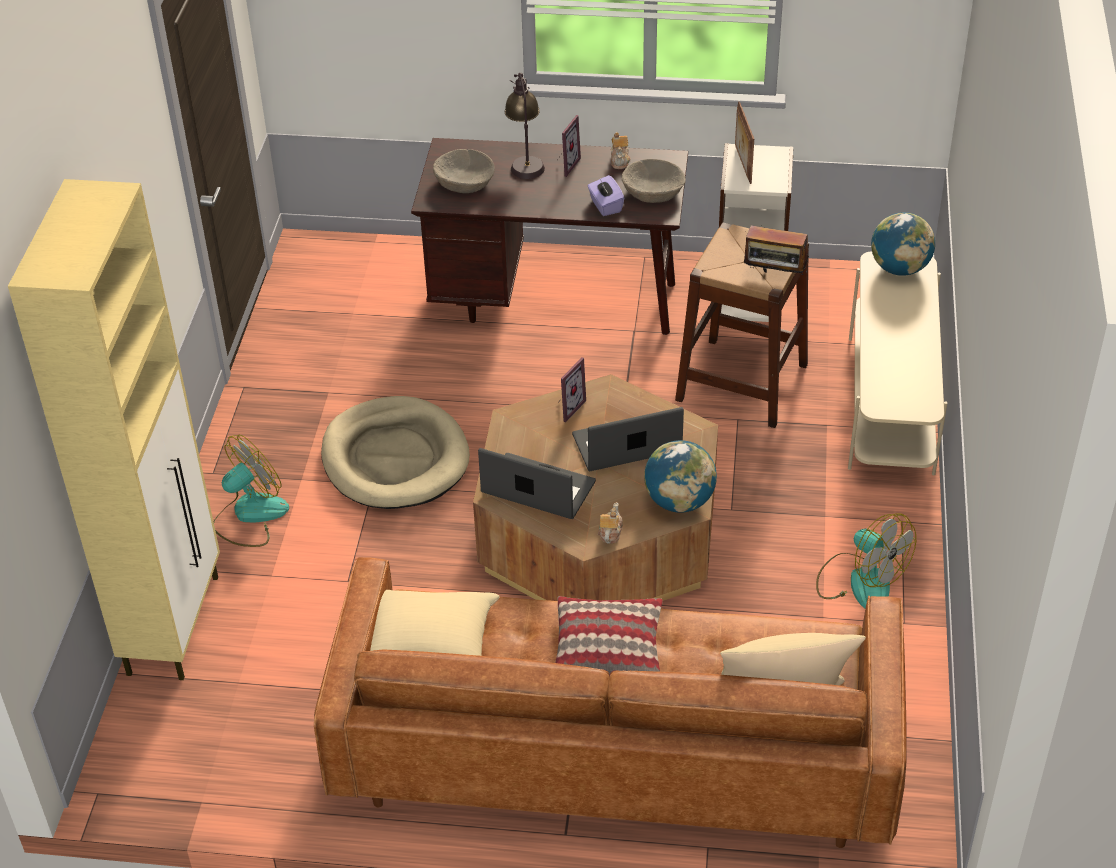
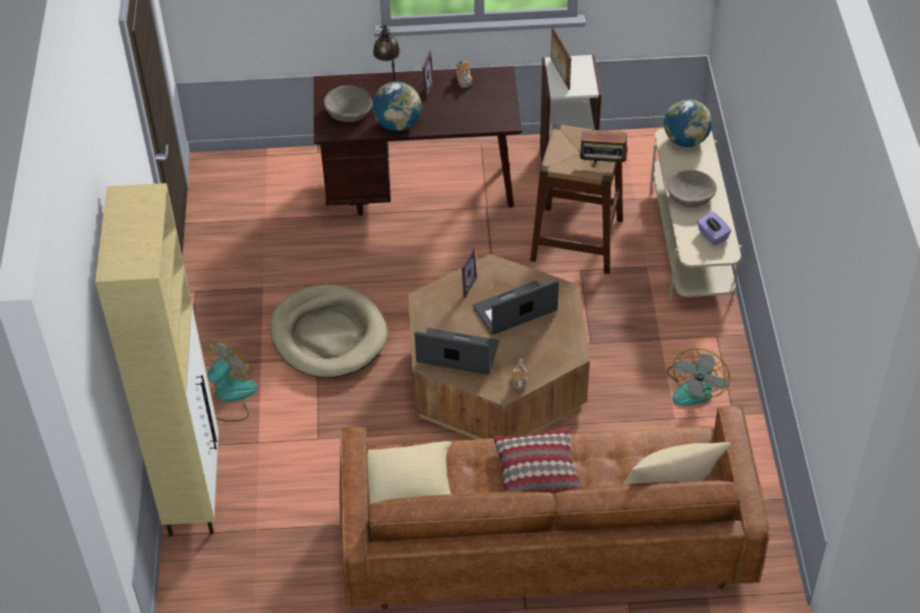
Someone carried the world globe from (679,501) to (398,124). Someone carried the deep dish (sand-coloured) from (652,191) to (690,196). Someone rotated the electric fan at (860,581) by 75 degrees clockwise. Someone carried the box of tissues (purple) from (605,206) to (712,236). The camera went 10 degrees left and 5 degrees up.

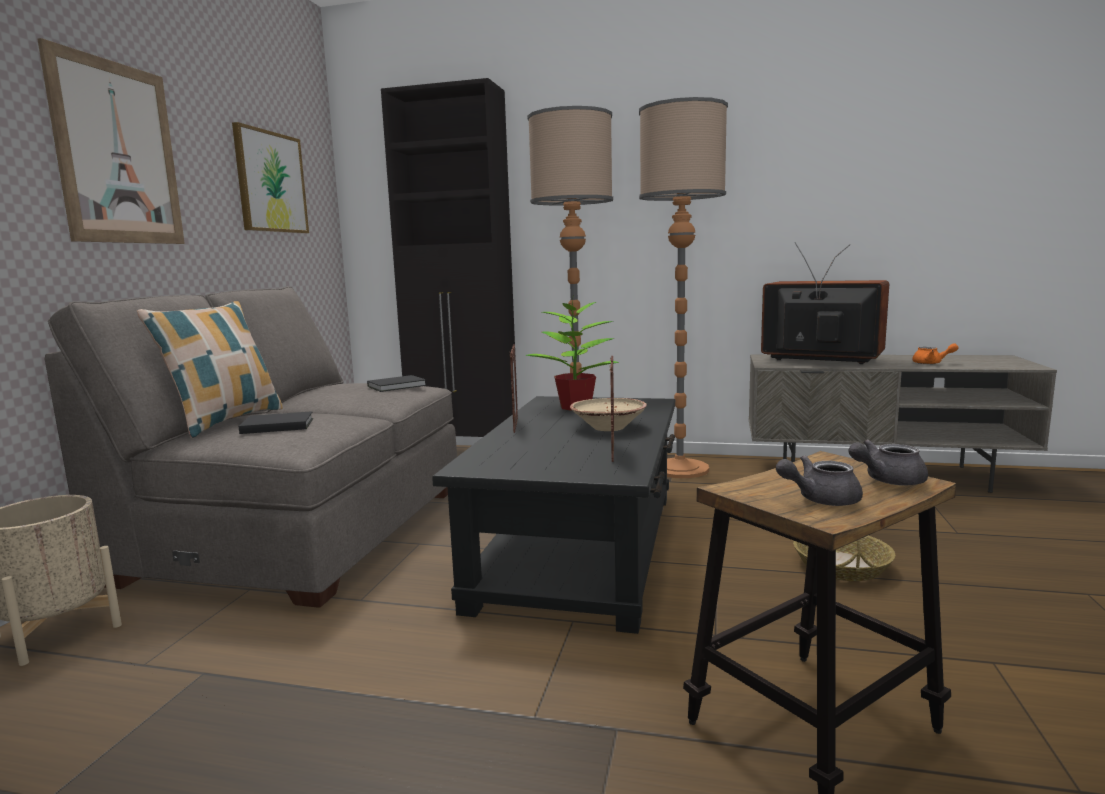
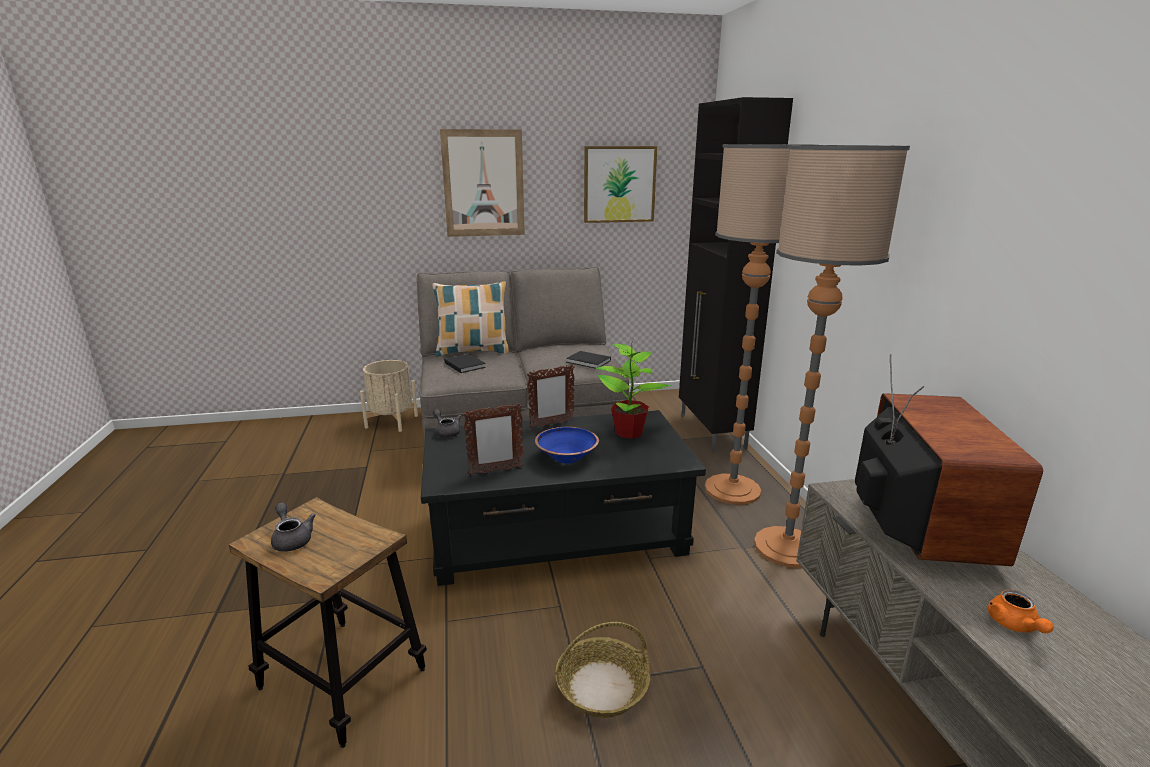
Someone carried the pot for tea (gray) from (886,480) to (446,432). Someone repainted the deep dish (sand-coloured) at (608,428), which became the deep dish (bluish) at (566,457). The camera went 65 degrees right and 10 degrees up.

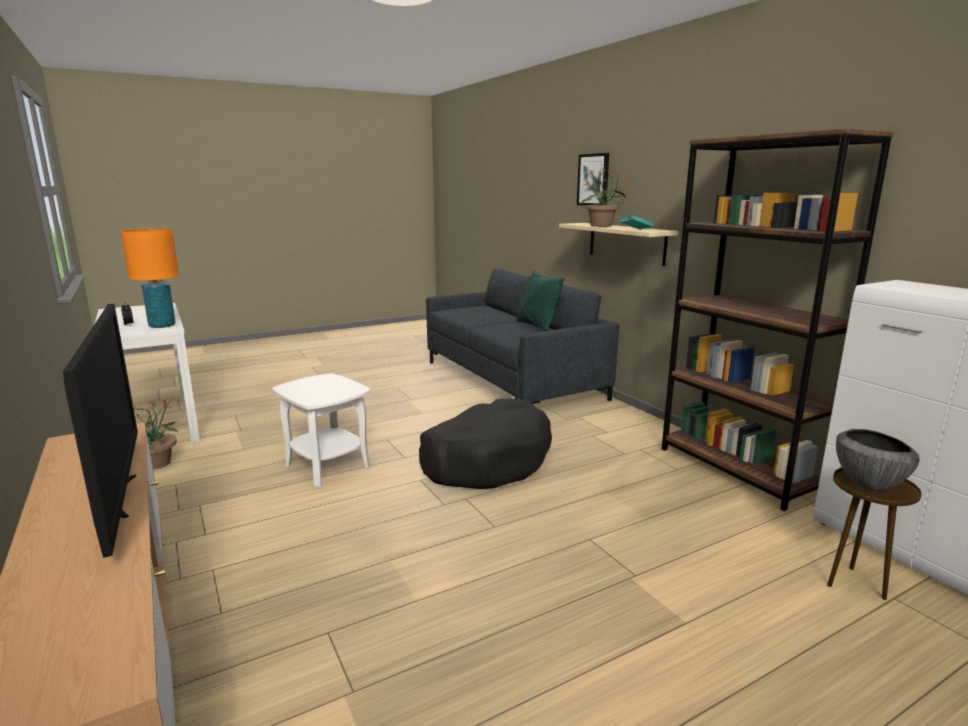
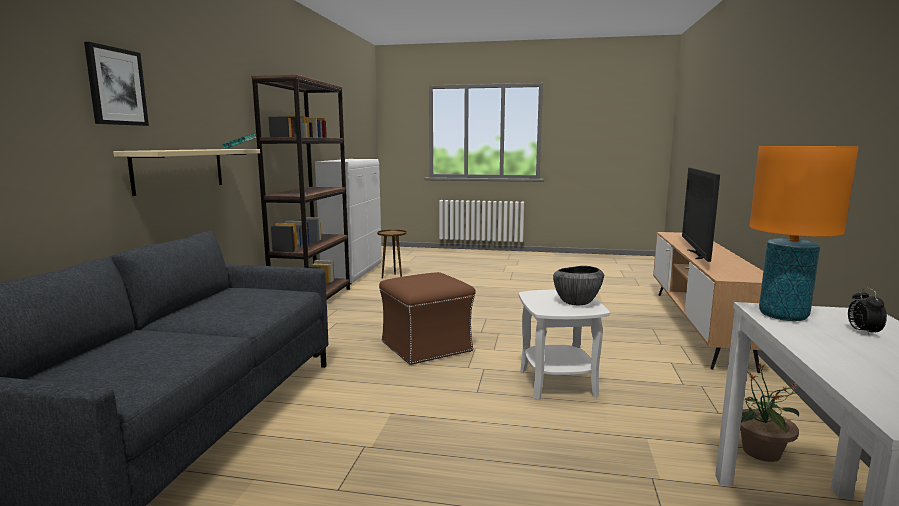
Someone swapped the dog bed (black) at (486,460) for the pouffe (brownish) at (427,346). Someone carried the deep dish from (870,484) to (576,302). Someone took away the cushion (green) at (537,326). Someone took away the potted plant at (601,226). The camera went 140 degrees left and 5 degrees down.

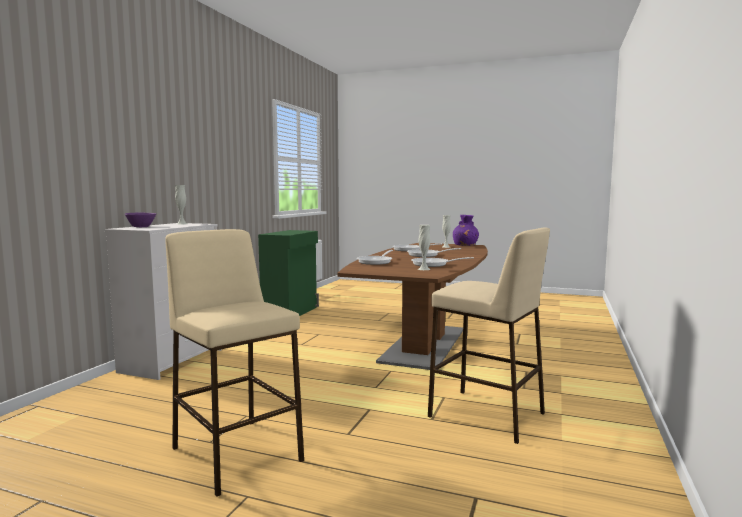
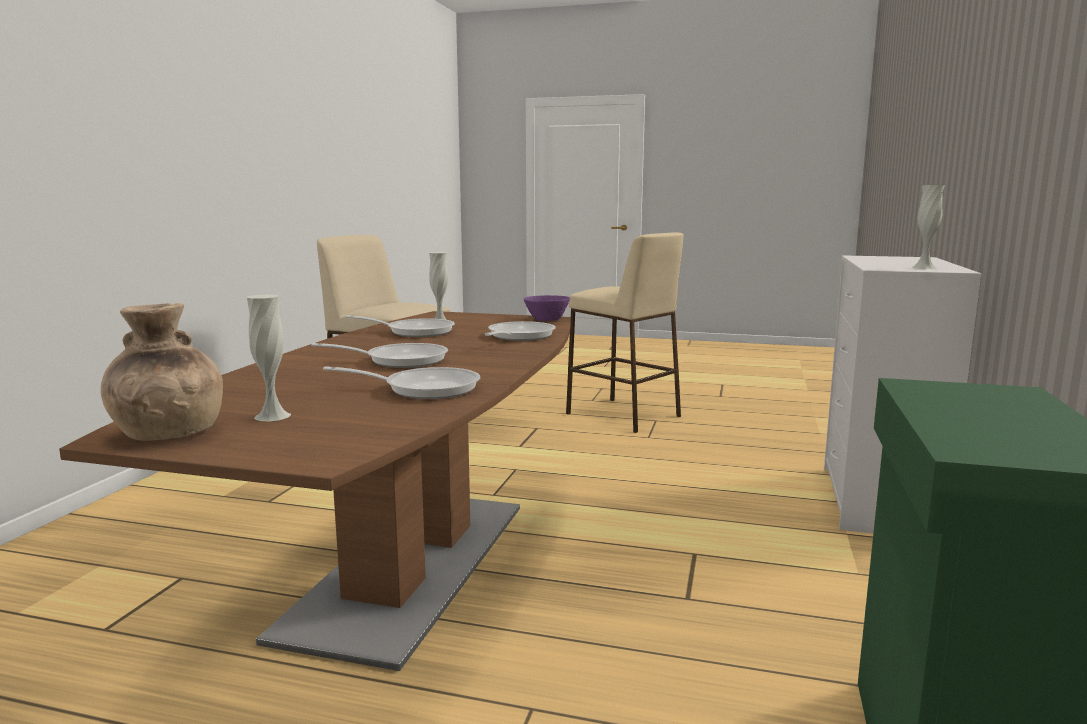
Someone repainted the vase (purple) at (465,245), which became the vase (brownish) at (167,433). Someone carried the deep dish (purple) from (140,227) to (546,319). The camera went 175 degrees right and 5 degrees up.

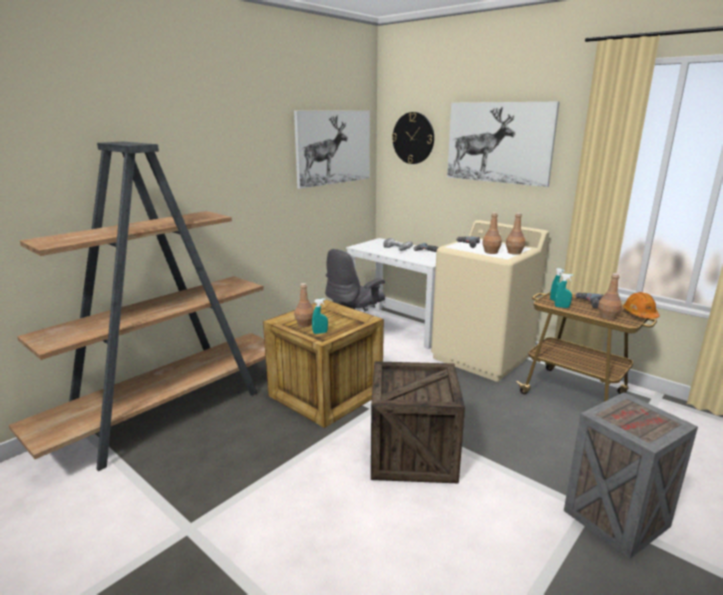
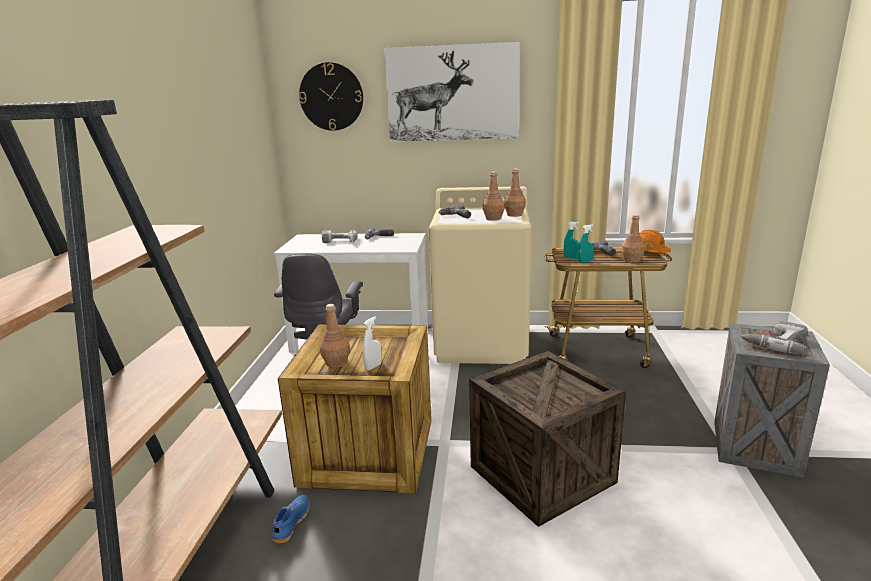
Someone put down the item of footwear (bluish) at (290,523). Someone repainted the sprayer (blue-green) at (320,333), which became the sprayer (whitish) at (373,367). Someone put down the power drill at (774,342). Someone took away the wall picture at (333,147). The camera went 35 degrees left and 0 degrees up.

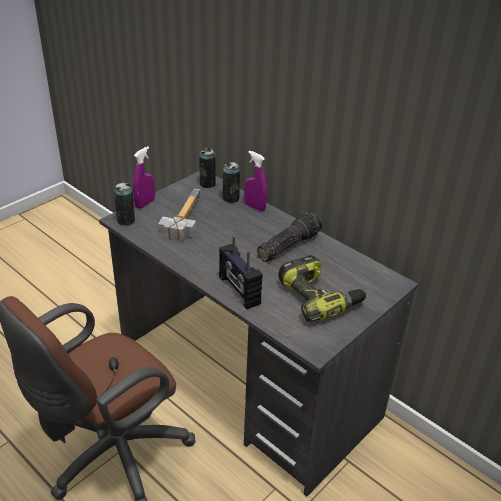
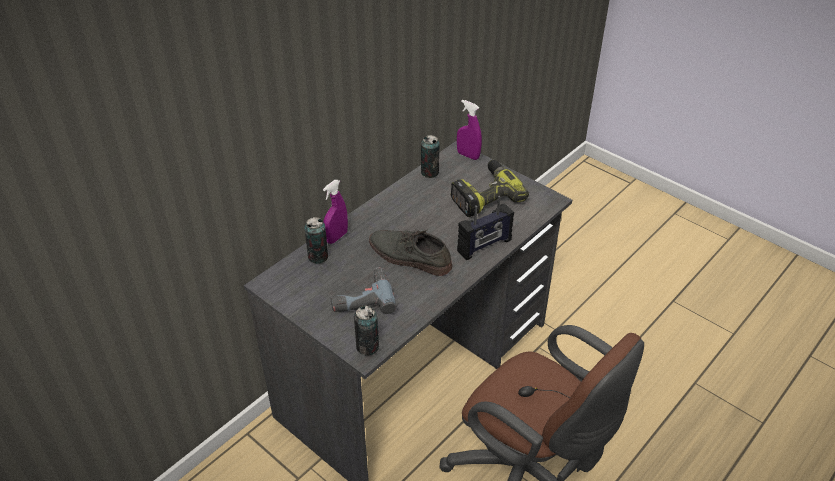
Someone swapped the tool hammer at (180,218) for the power drill at (361,297). Someone put down the item of footwear (gray) at (409,256). Someone carried the metal can from (207,184) to (429,172). Someone carried the sprayer (purple) from (145,203) to (468,155). Someone took away the hand torch at (287,245). The camera went 90 degrees left and 5 degrees up.

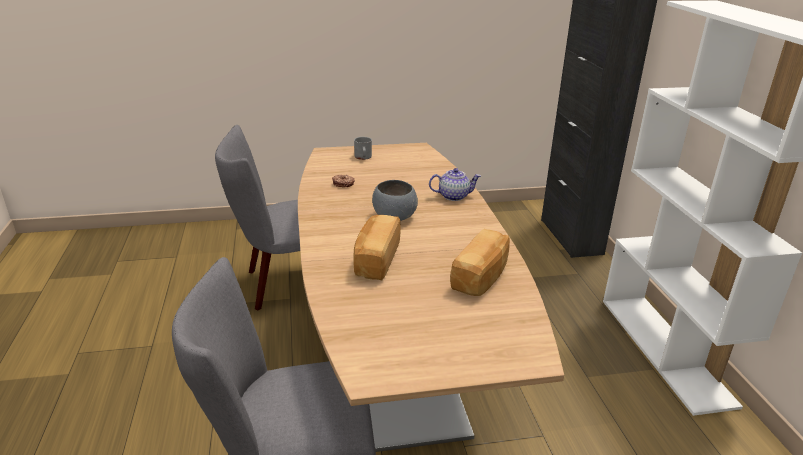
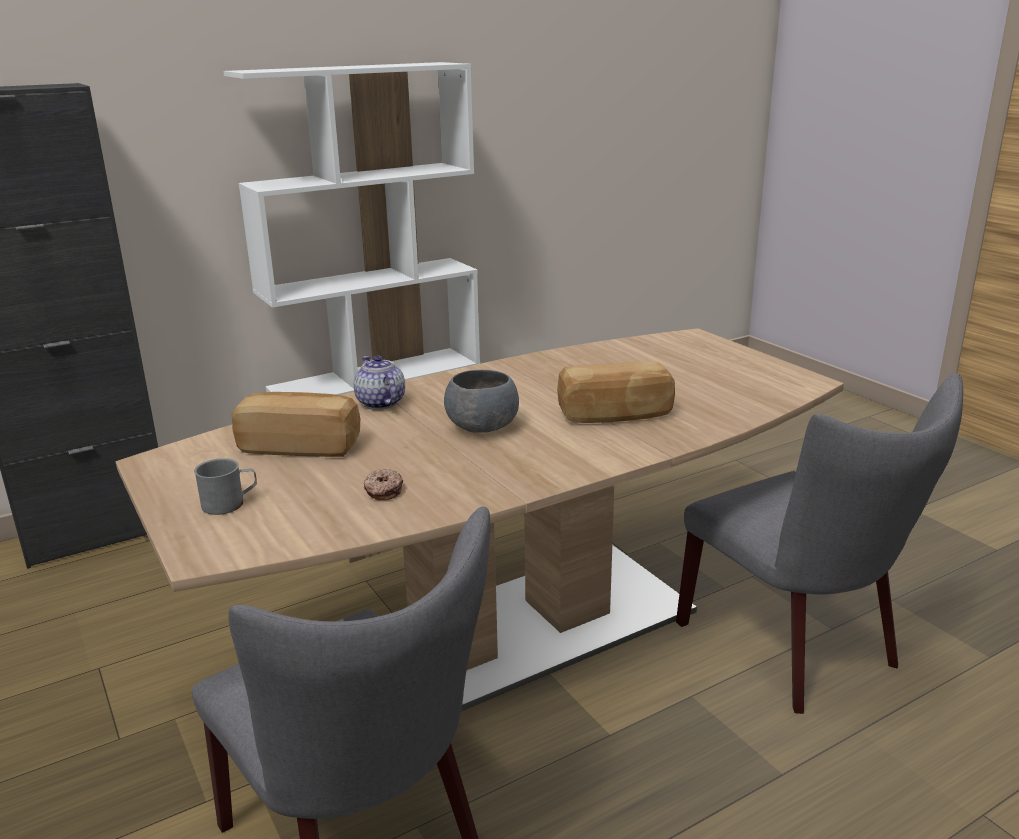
Someone carried the bread from (481,277) to (300,446). The camera went 110 degrees left and 5 degrees down.

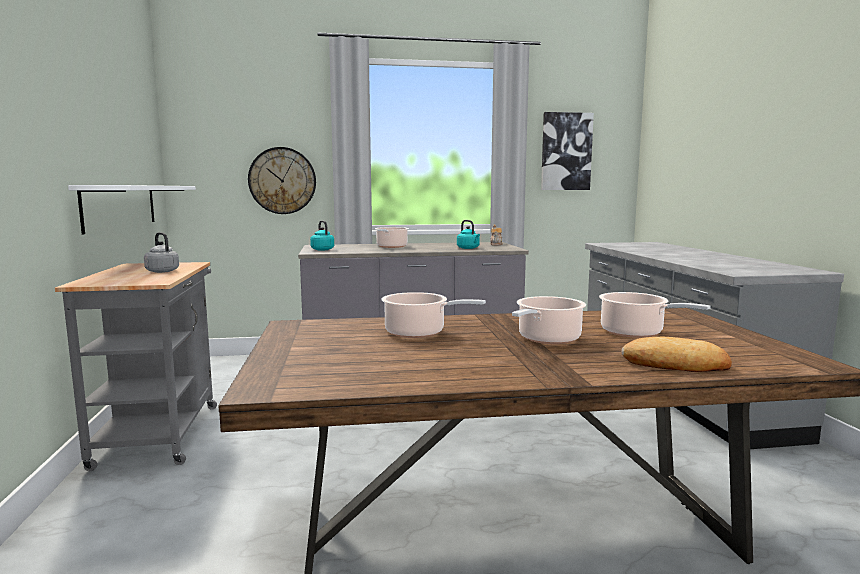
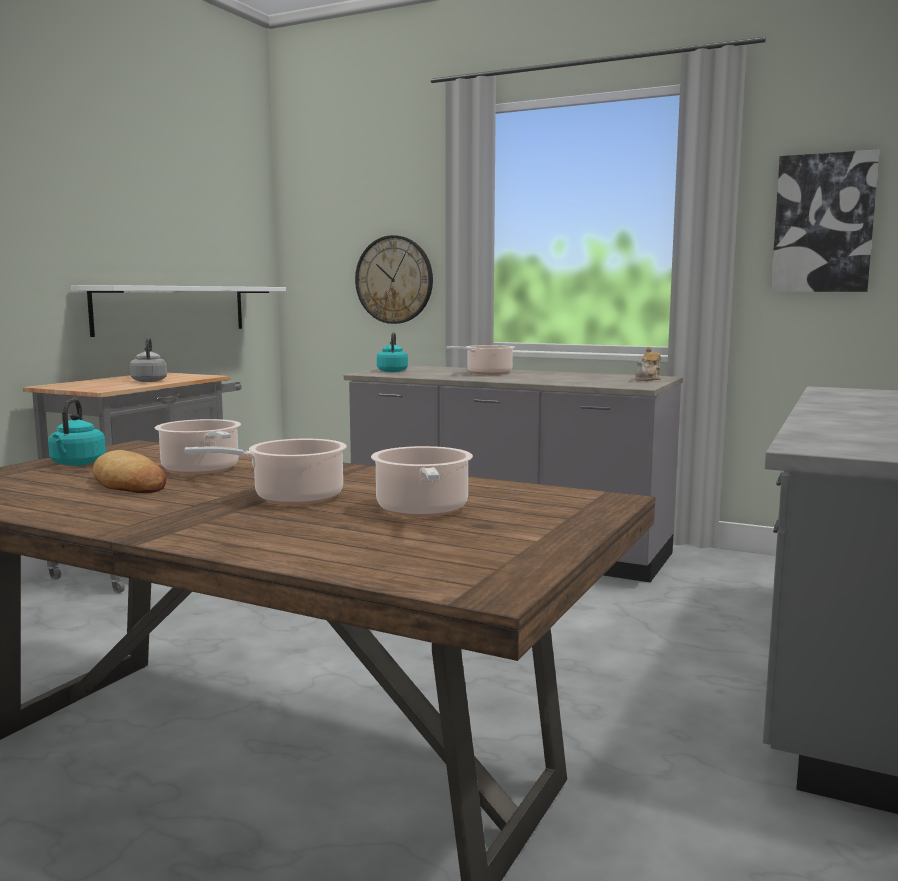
Someone carried the water kettle (blue-green) from (469,248) to (77,464). Someone carried the bread from (675,364) to (129,483). The camera went 35 degrees right and 0 degrees up.

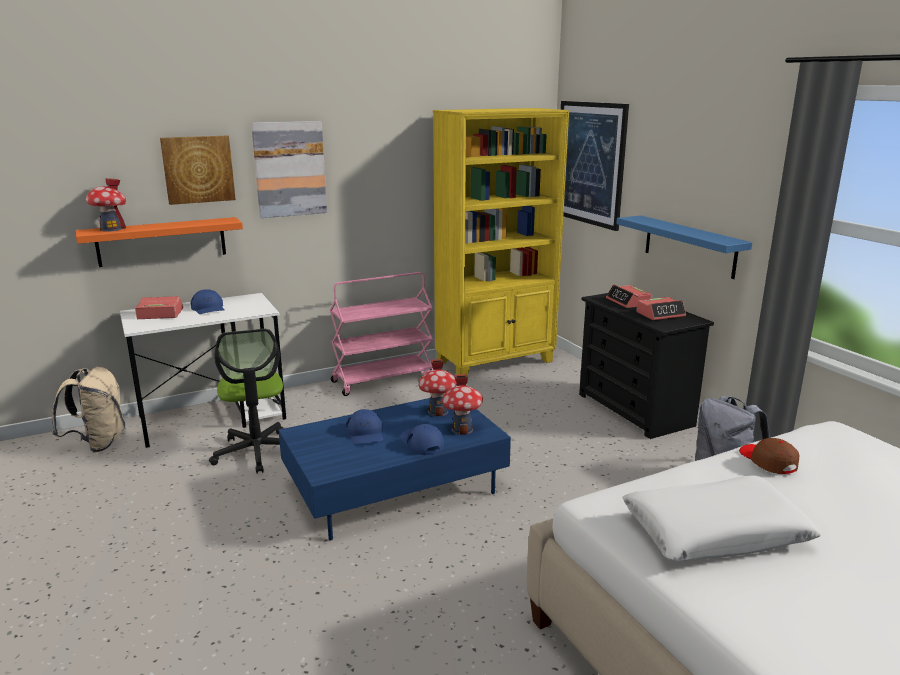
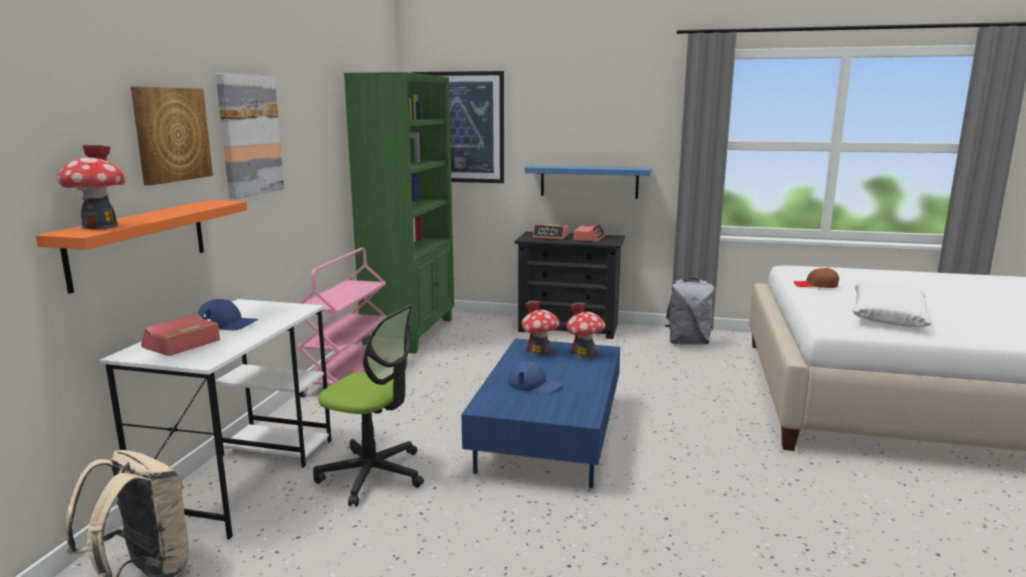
Someone repainted the bookshelf (yellow-coloured) at (496,362), which became the bookshelf (green) at (411,333). Someone took away the baseball cap (bluish) at (421,442). The camera went 50 degrees left and 5 degrees down.

